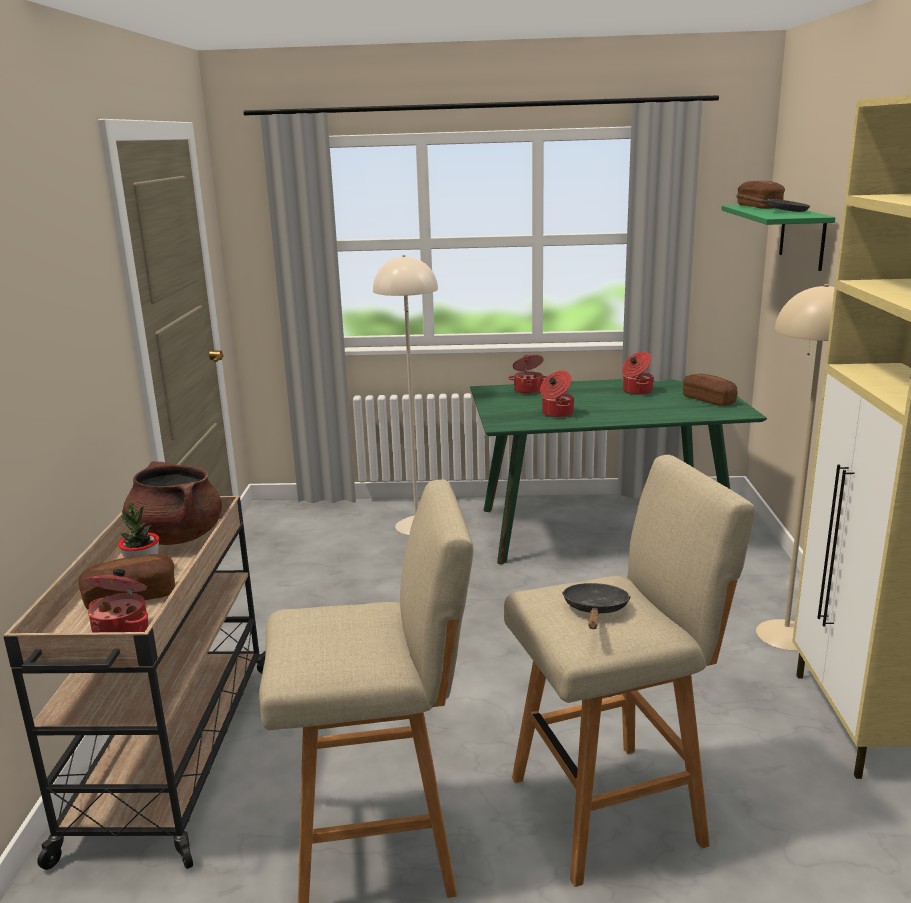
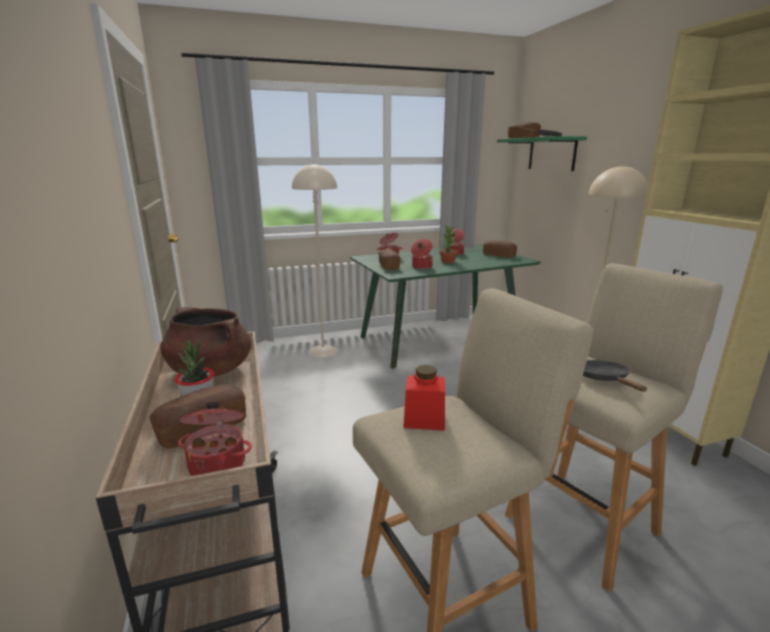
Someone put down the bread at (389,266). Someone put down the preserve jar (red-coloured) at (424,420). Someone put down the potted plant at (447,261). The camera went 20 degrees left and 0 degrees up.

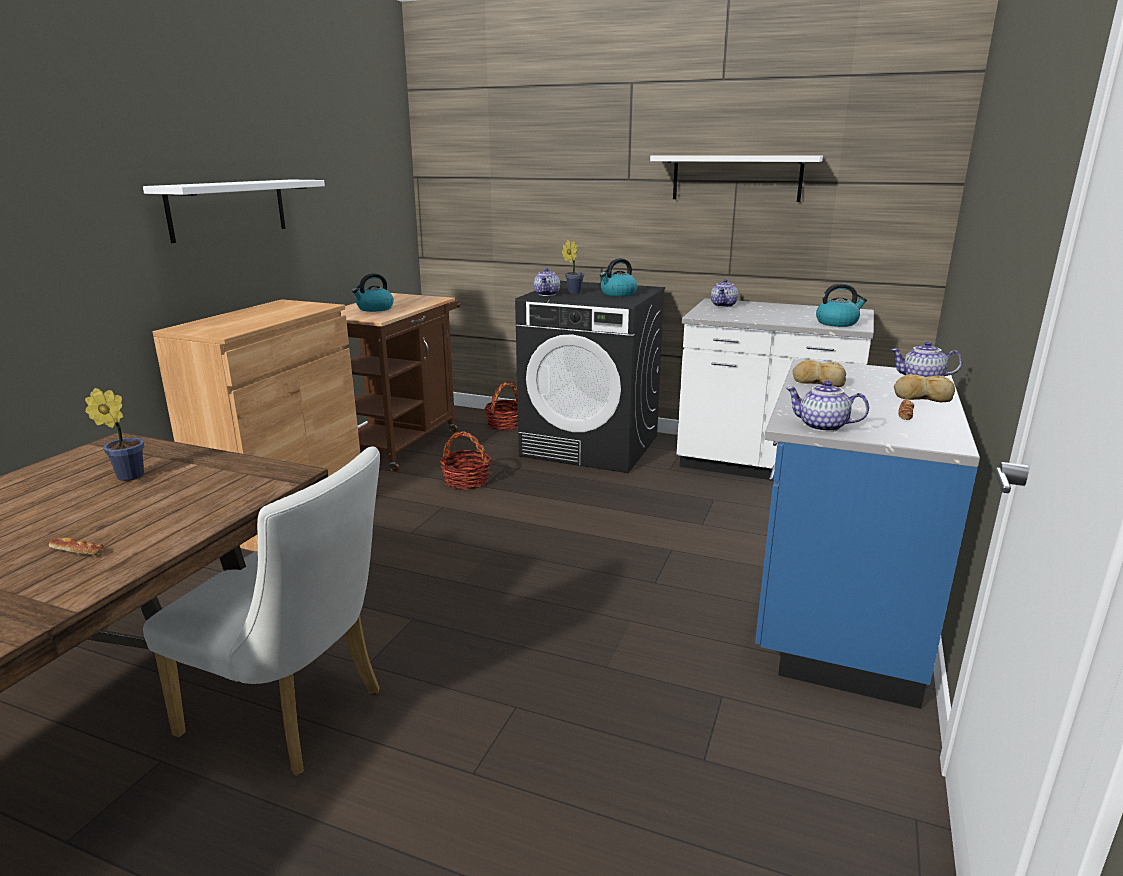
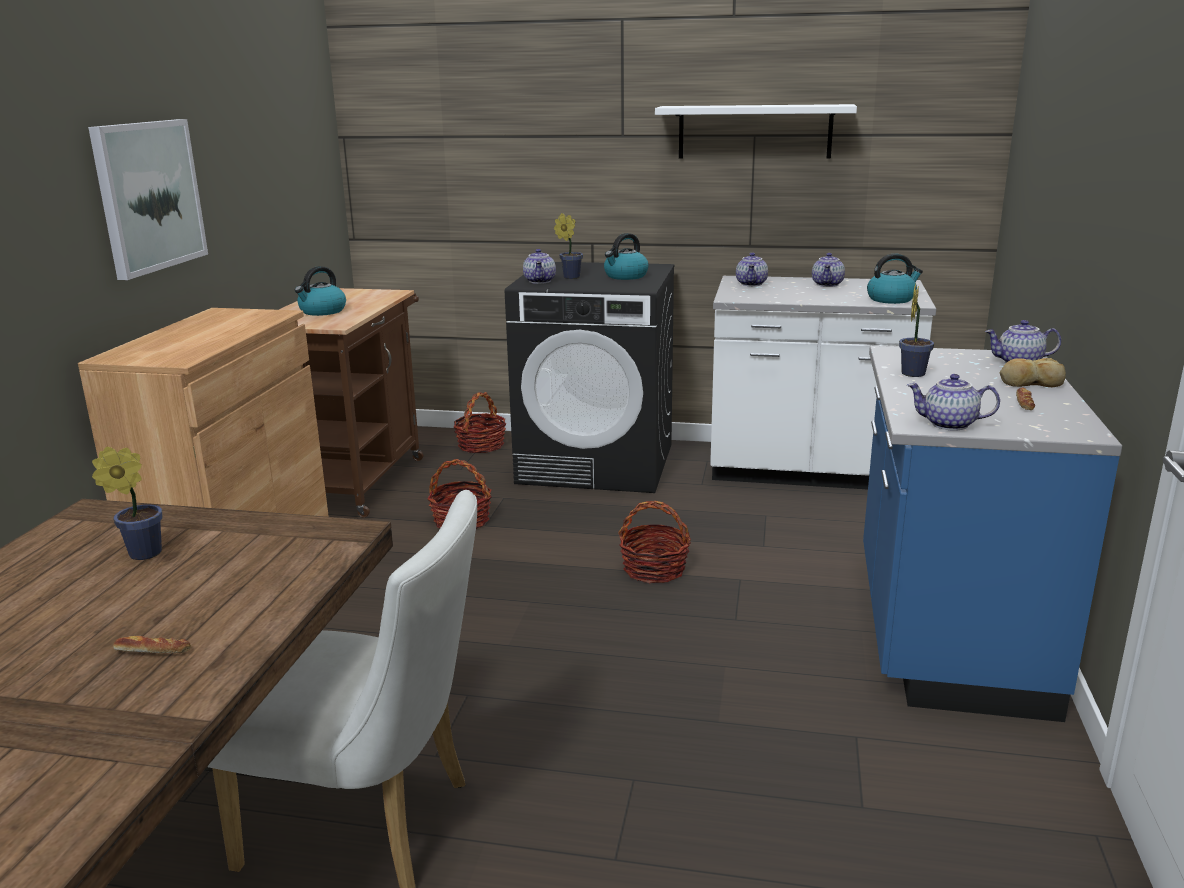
Someone swapped the wall shelf (whitish) at (228,209) for the wall picture at (148,196). Someone put down the storage basket at (654,569). Someone put down the pot for tea at (828,285). Someone swapped the bread at (817,382) for the potted plant at (913,373). The camera went 10 degrees left and 0 degrees up.

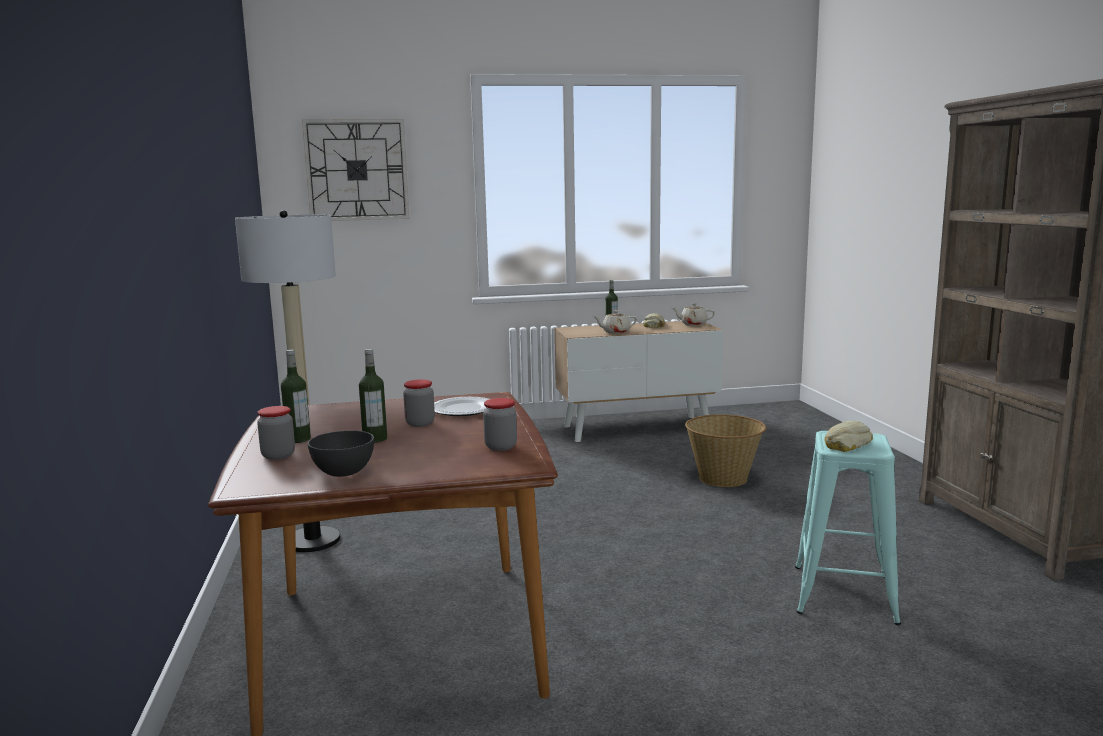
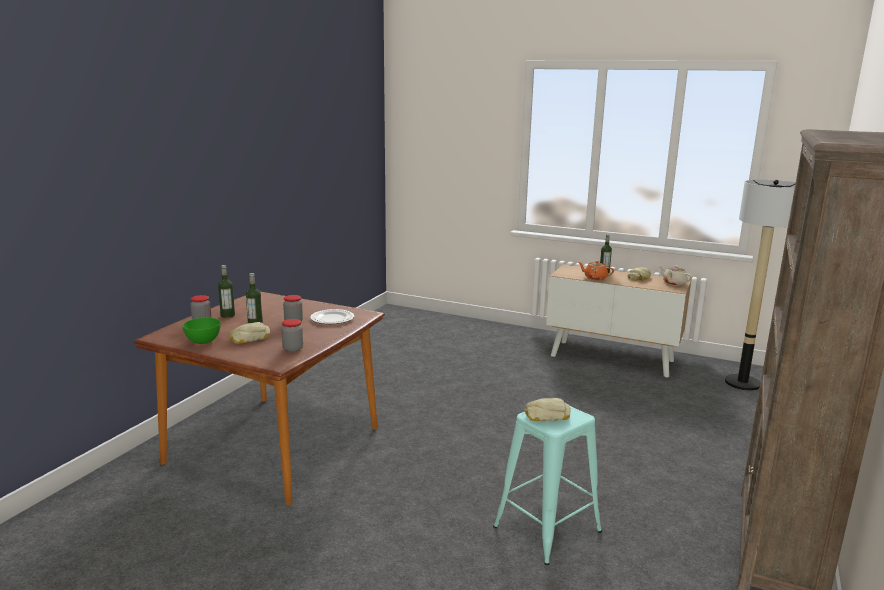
Someone repainted the deep dish (gray) at (343,473), which became the deep dish (green) at (203,341). Someone put down the bread at (249,338). Someone repainted the pot for tea (sand-coloured) at (615,332), which became the pot for tea (orange) at (595,278). Someone carried the standard lamp from (312,540) to (742,383). Someone took away the wall clock at (357,170). Someone took away the storage basket at (723,478). The camera went 35 degrees right and 5 degrees up.

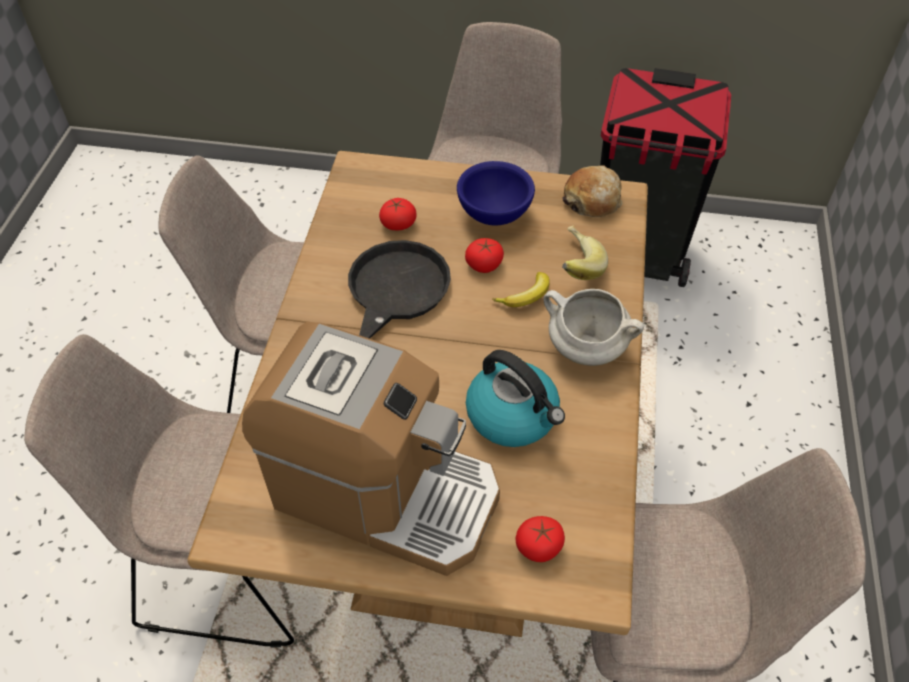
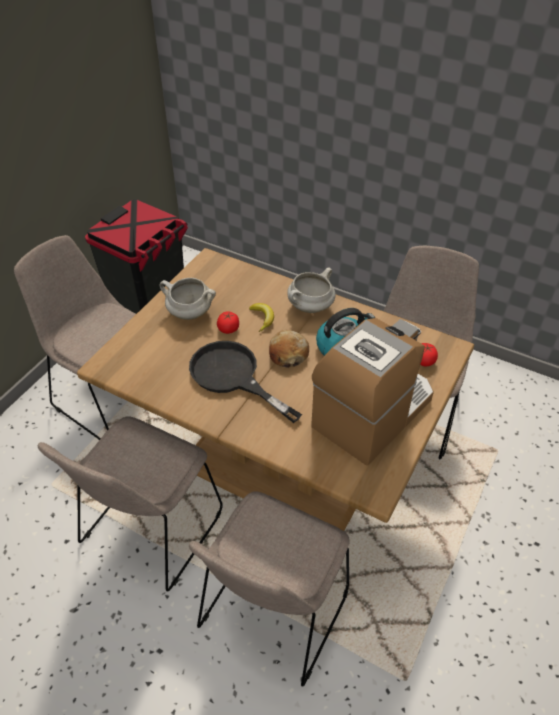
Someone swapped the deep dish (bluish) at (493,213) for the stockpot (whitish) at (189,313). Someone carried the bread from (592,200) to (288,354). Someone took away the fresh tomato at (398,224). Someone took away the banana fruit at (574,267). The camera went 70 degrees left and 5 degrees down.

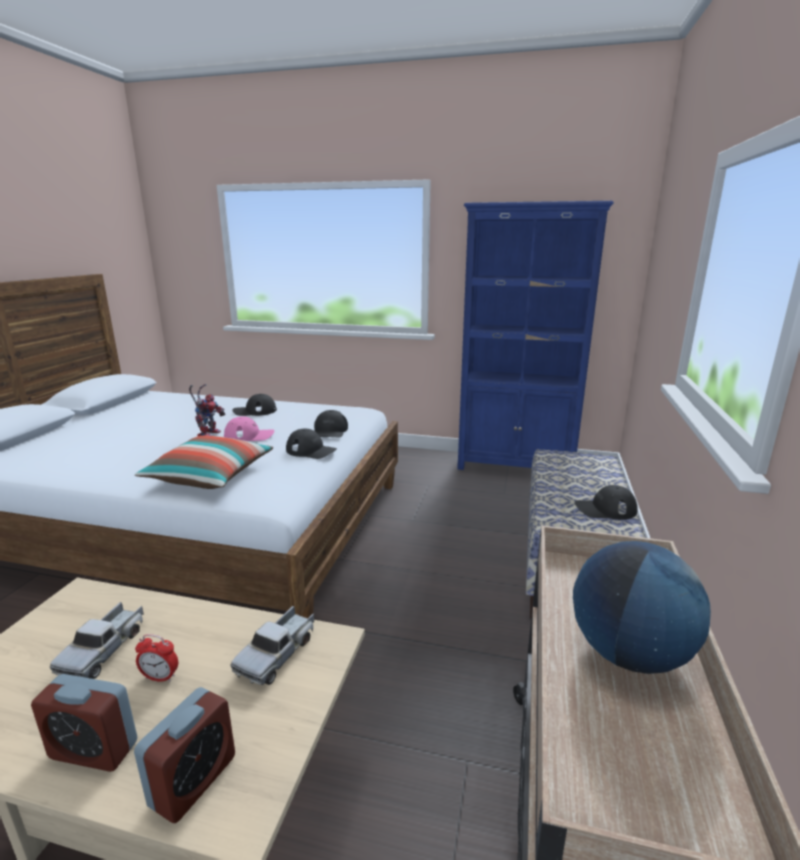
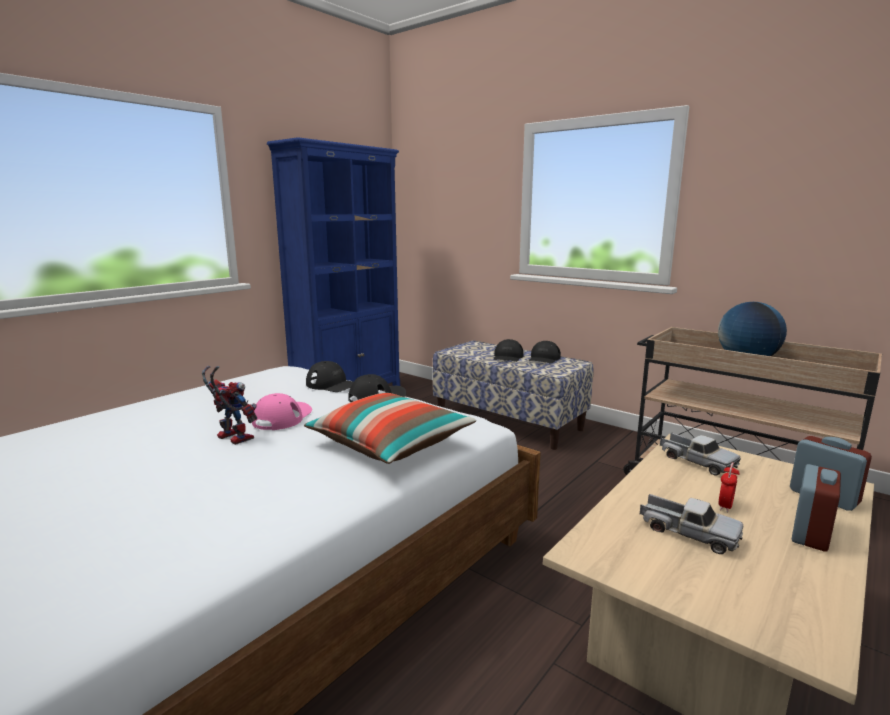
Someone carried the baseball cap (black) from (254,411) to (507,357). The camera went 65 degrees left and 5 degrees down.

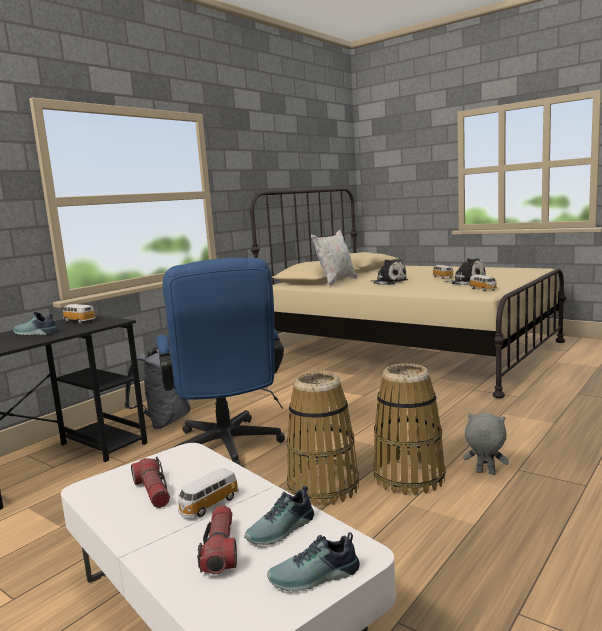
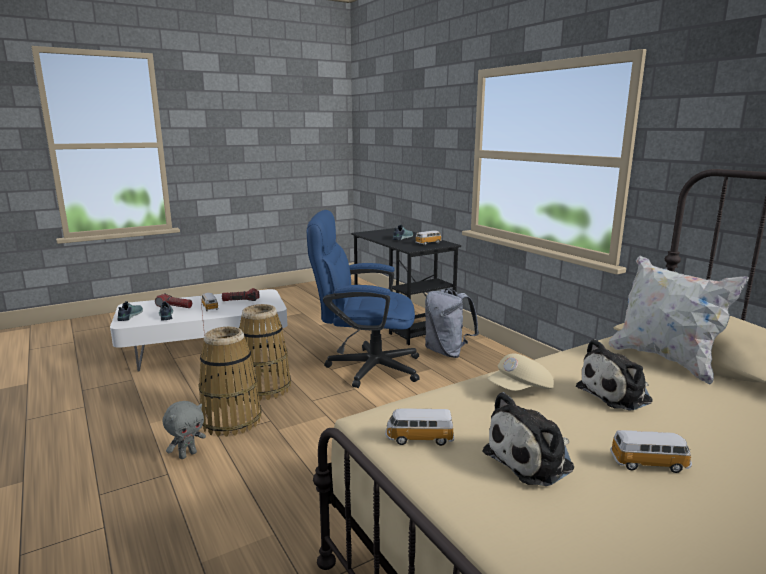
Someone put down the baseball cap (sand-coloured) at (520,391). The camera went 110 degrees right and 5 degrees up.

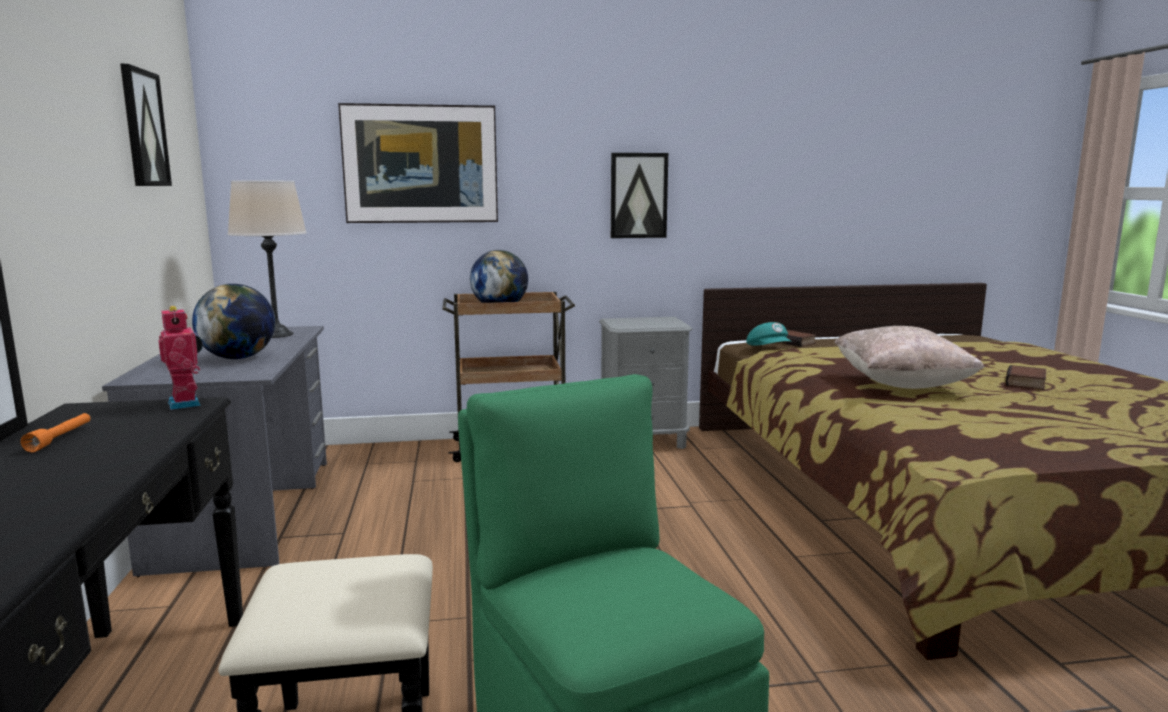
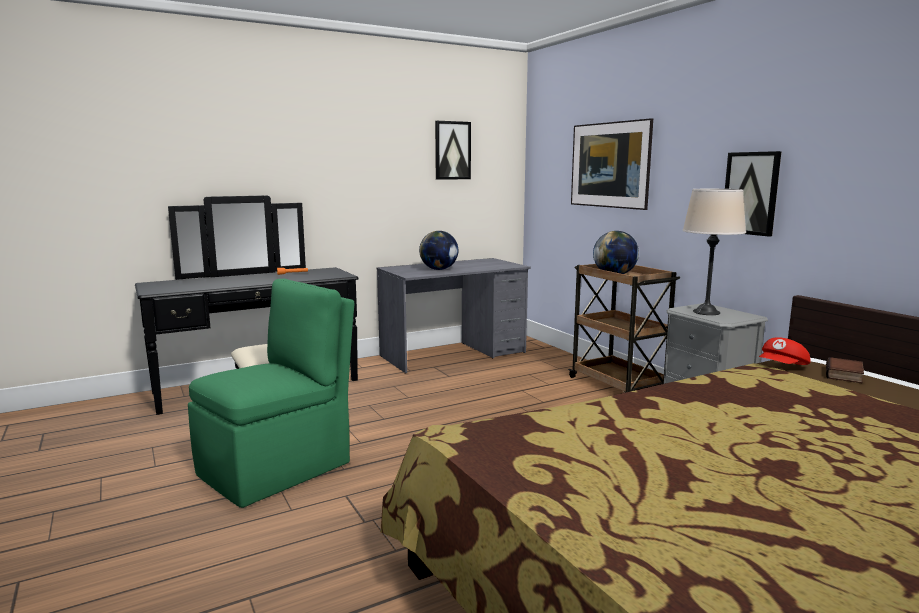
Someone carried the lamp for a table (sand-coloured) from (276,335) to (706,312). Someone repainted the baseball cap (blue-green) at (769,349), which became the baseball cap (red-coloured) at (782,368). Someone took away the toy robot at (187,403). Someone took away the cushion (sand-coloured) at (900,385). Someone took away the book at (1027,383). The camera went 70 degrees right and 0 degrees up.

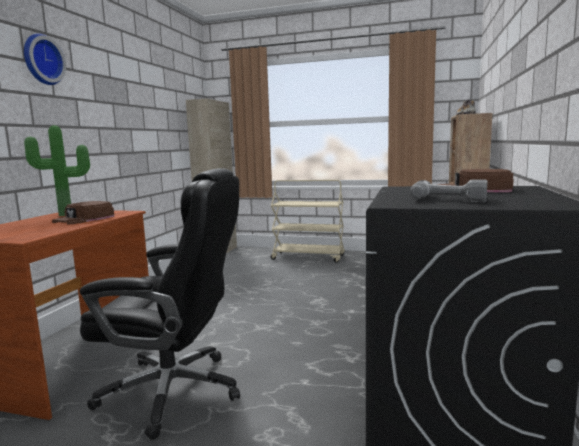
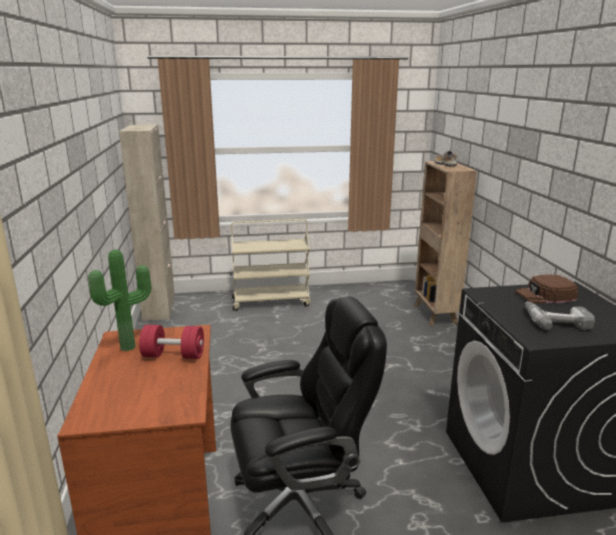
Someone swapped the baseball cap (brownish) at (84,219) for the hand weight (red-coloured) at (173,355). Someone took away the wall clock at (41,60). The camera went 25 degrees left and 10 degrees up.

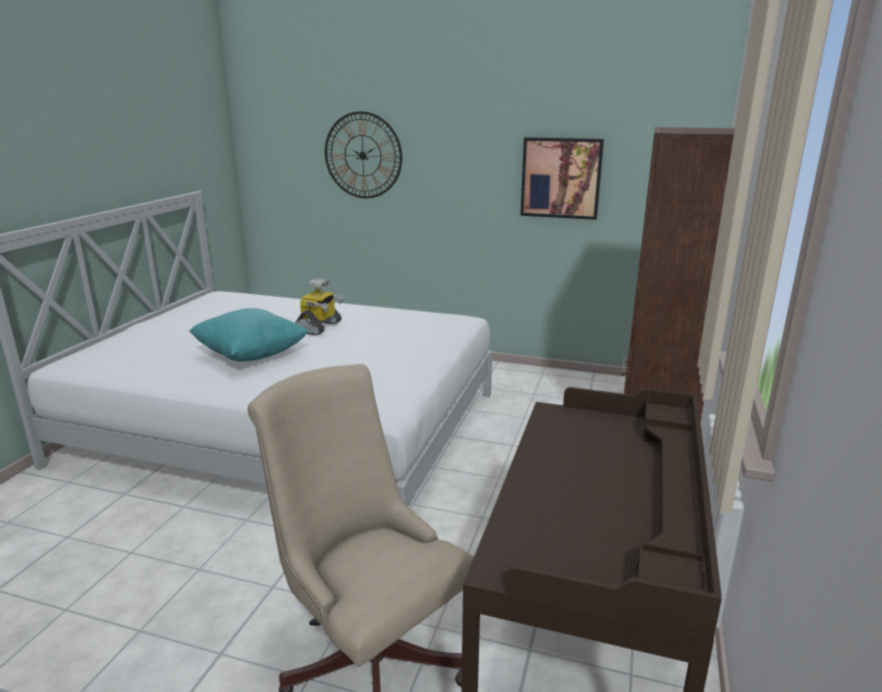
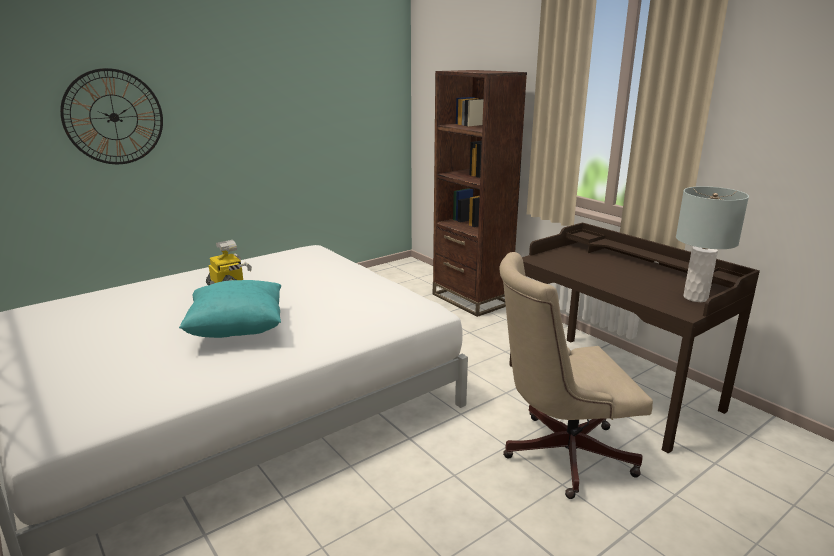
Someone put down the lamp for a table (gray) at (695,298). Someone took away the wall picture at (561,178). The camera went 55 degrees left and 0 degrees up.

